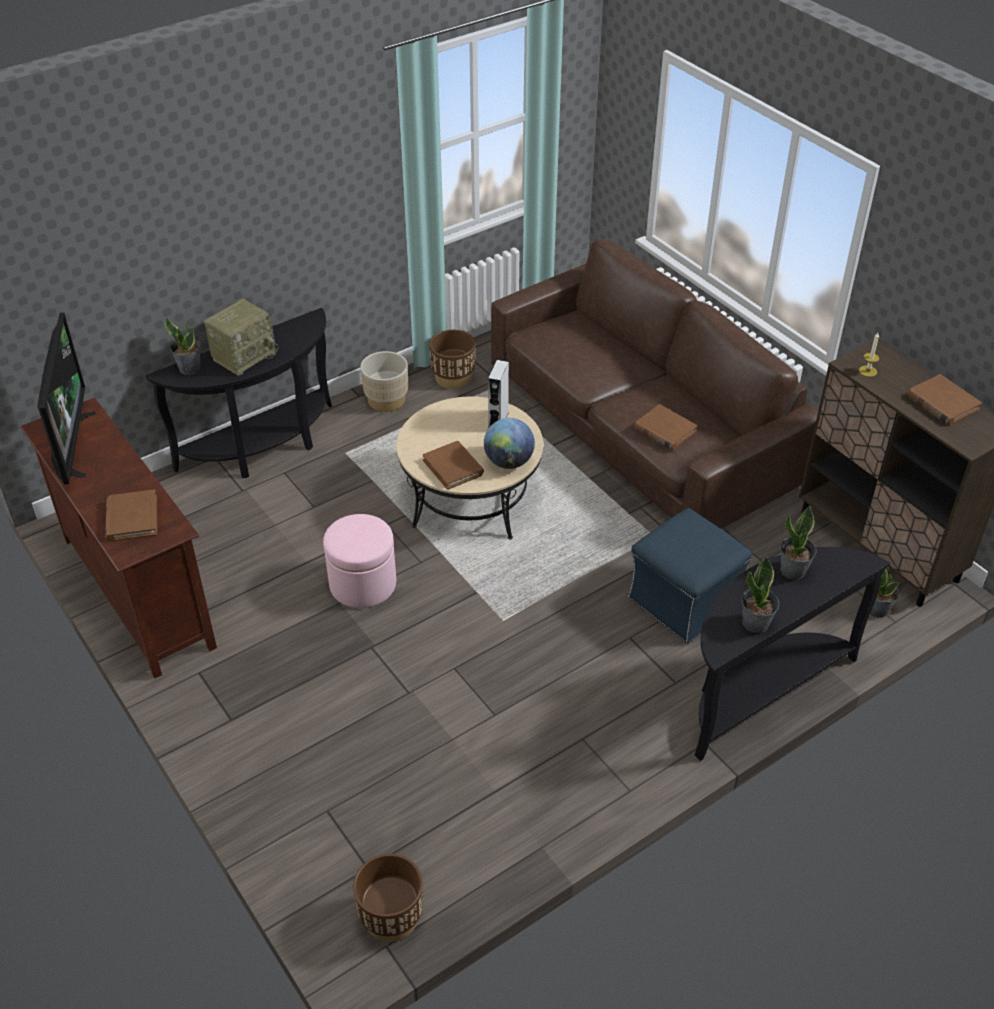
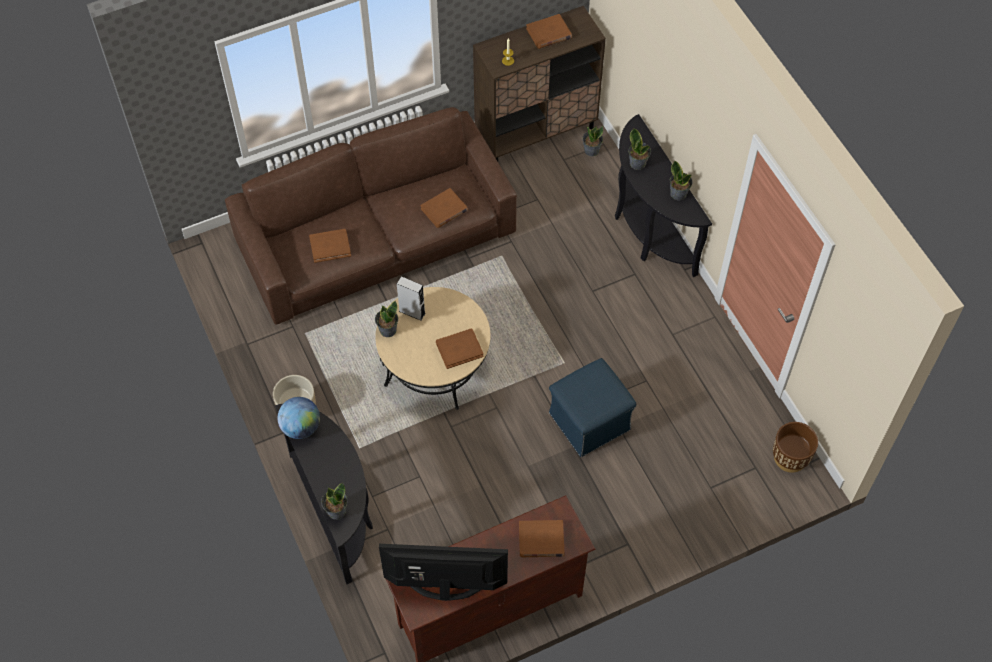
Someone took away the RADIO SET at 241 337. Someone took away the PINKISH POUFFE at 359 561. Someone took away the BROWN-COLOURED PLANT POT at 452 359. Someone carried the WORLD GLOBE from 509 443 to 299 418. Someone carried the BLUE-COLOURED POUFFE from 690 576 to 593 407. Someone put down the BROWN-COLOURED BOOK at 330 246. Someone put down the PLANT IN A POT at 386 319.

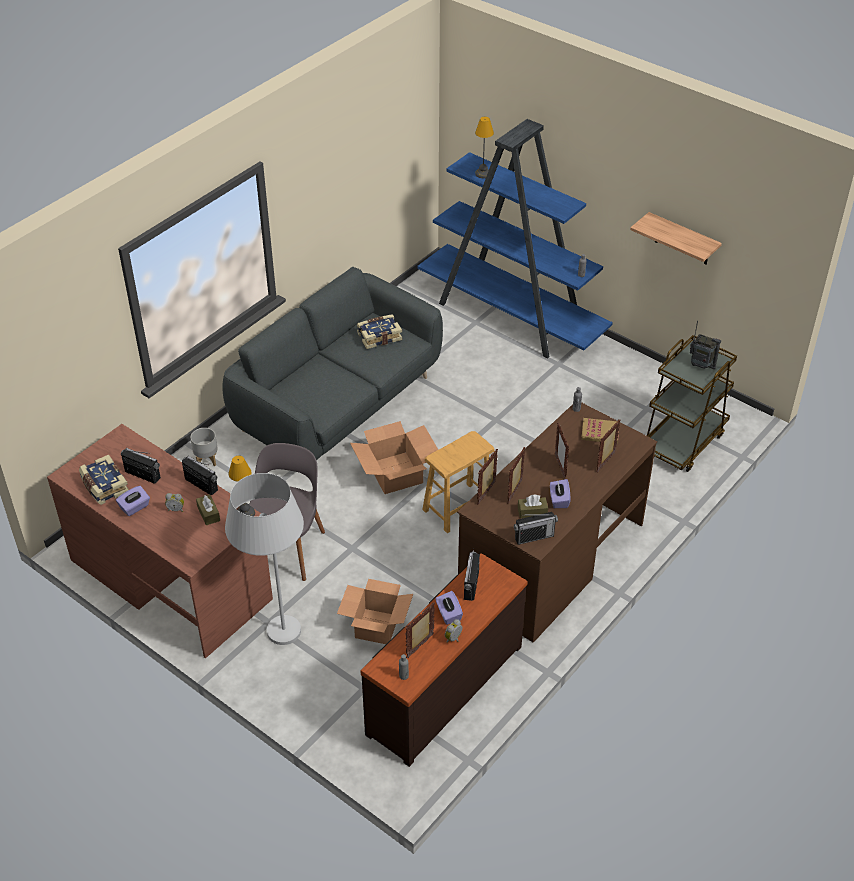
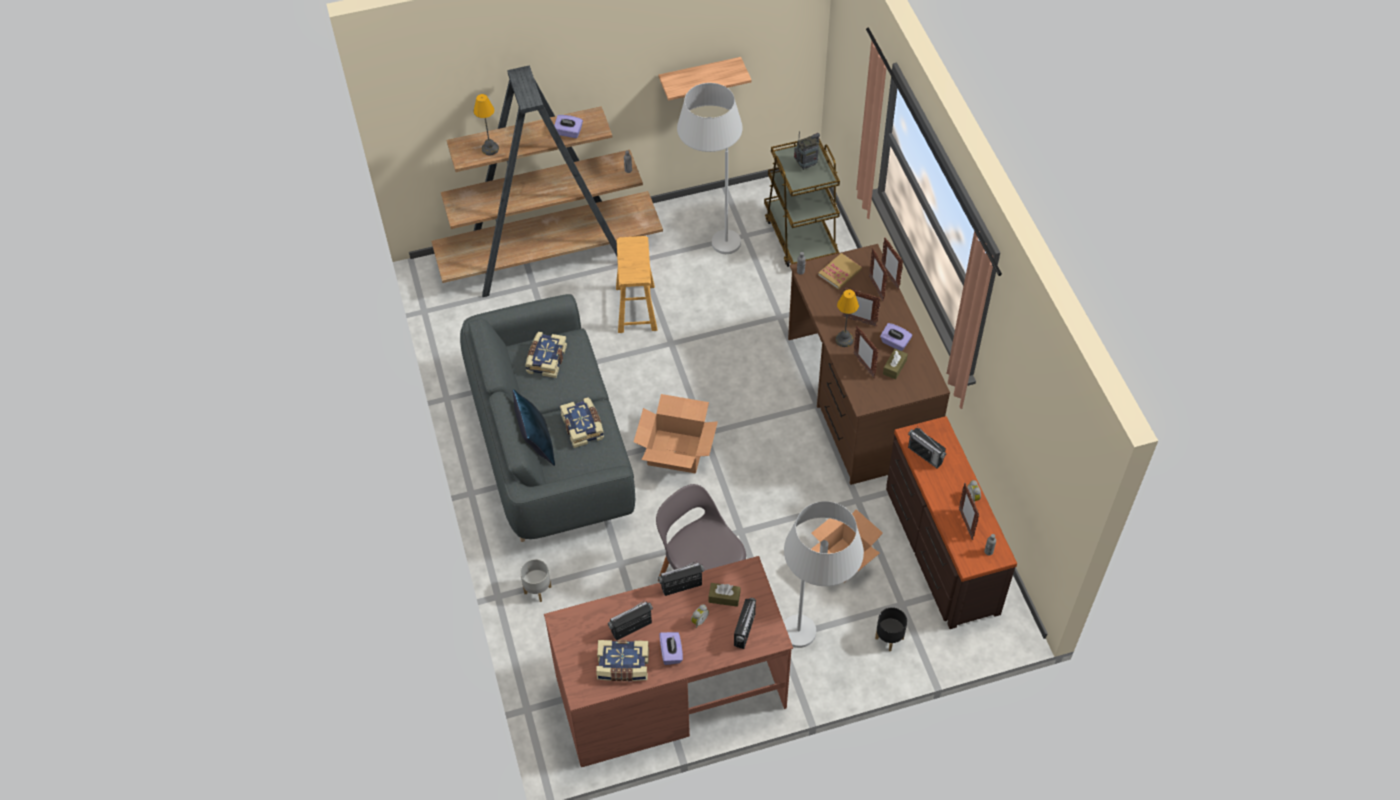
Someone carried the LAMP FOR A TABLE from 241 485 to 847 318. Someone repainted the BLUE-COLOURED BOOKSHELF at 515 238, which became the BROWN-COLOURED BOOKSHELF at 547 181. Someone carried the BROWN-COLOURED STOOL SEAT from 458 482 to 636 284. Someone carried the PURPLE-COLOURED BOX OF TISSUES from 449 608 to 568 126. Someone carried the STANDING FRAME from 487 476 to 892 264. Someone carried the RADIO SET from 536 528 to 745 623. Someone put down the BLUE-COLOURED CUSHION at 534 427. Someone put down the BOOK at 582 422. Someone put down the WHITISH FLOOR LAMP at 709 168. Someone put down the BLACK PLANT POT at 891 629.

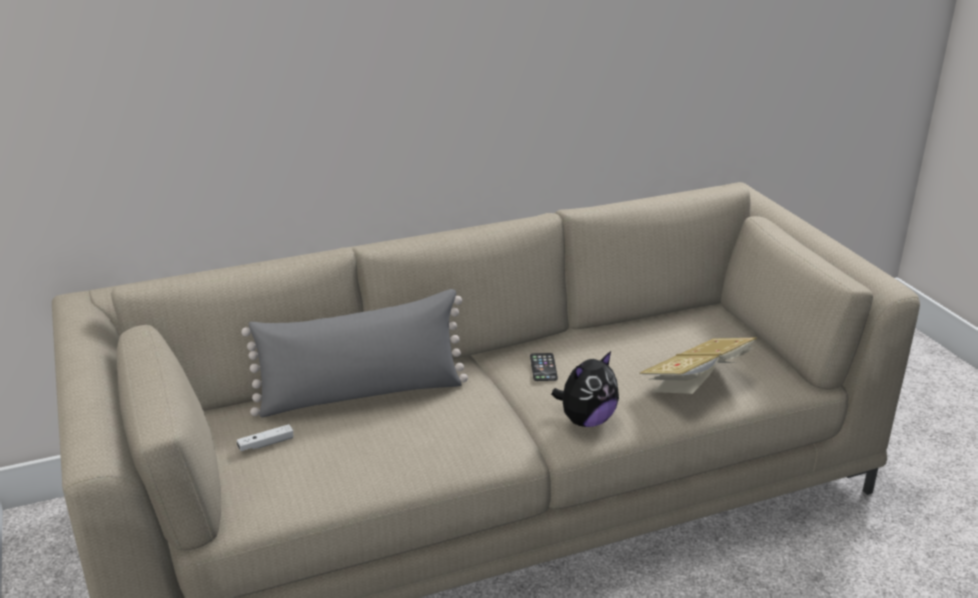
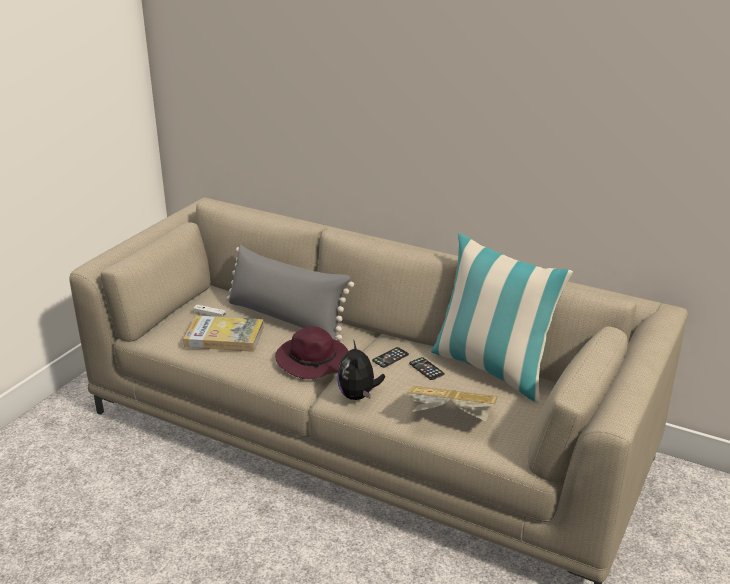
Someone rotated the CUDDLY TOY at 585 389 by 75 degrees clockwise. Someone put down the BOOK at 223 333. Someone put down the PURPLE-COLOURED HAT at 311 353. Someone put down the TELEPHONE at 426 368. Someone put down the CUSHION at 502 318.

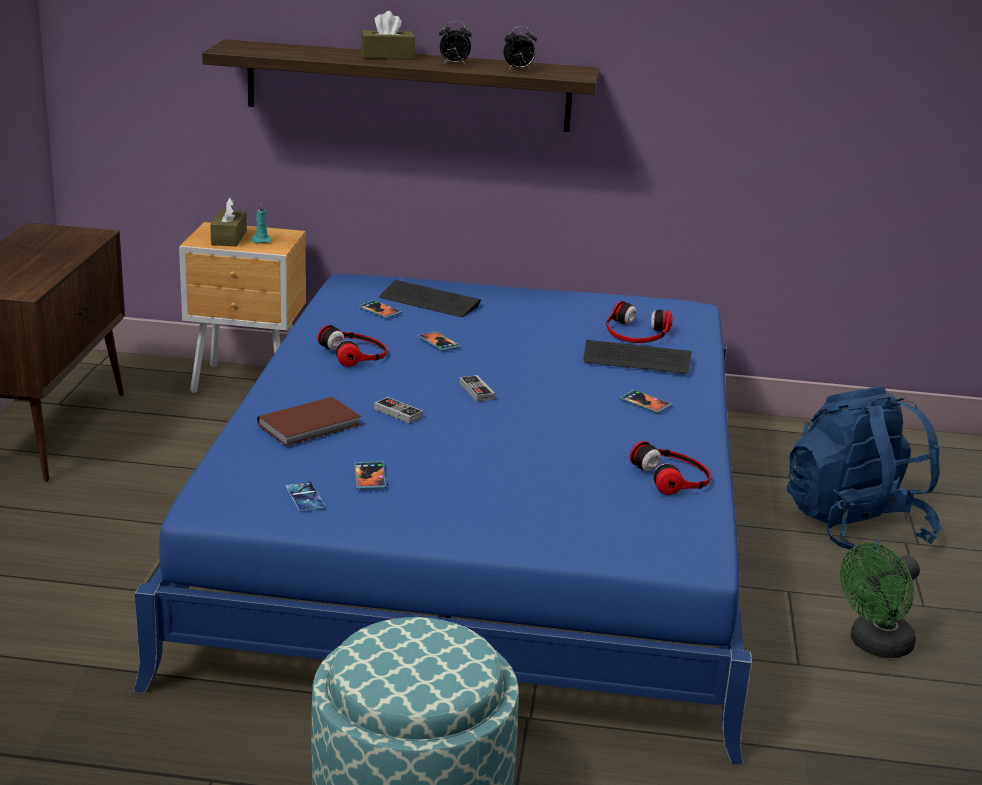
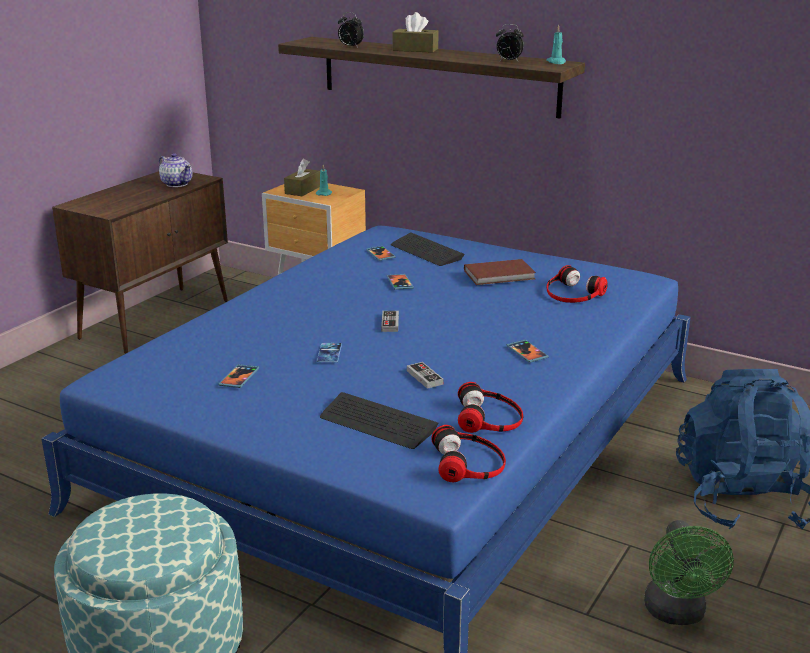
Someone carried the BROWN-COLOURED BOOK from 309 421 to 500 272. Someone carried the TELEPHONE from 305 497 to 329 352. Someone carried the PAIR OF HEADPHONES from 352 346 to 468 453. Someone carried the GAMEPAD from 398 410 to 425 375. Someone carried the ALARM CLOCK from 455 43 to 351 29. Someone carried the COMPUTER KEYBOARD from 637 357 to 379 420. Someone rotated the GREENISH ELECTRIC FAN at 880 600 by 75 degrees counterclockwise. Someone put down the TEA POT at 175 170. Someone put down the TURQUOISE CANDLE at 556 44.

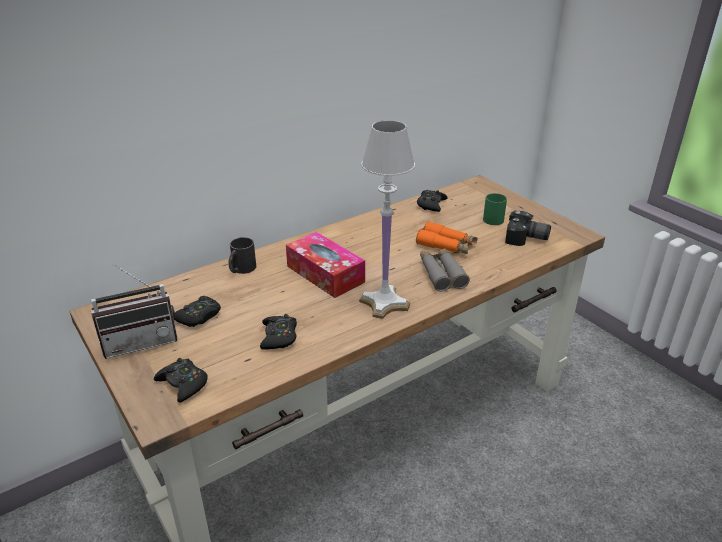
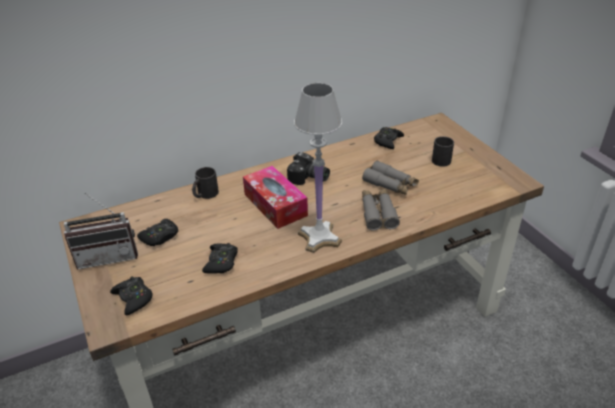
Someone repainted the ORANGE PAIR OF BINOCULARS at 446 237, which became the GREYISH PAIR OF BINOCULARS at 390 177. Someone repainted the GREENISH TEA MUG at 495 209, which became the BLACK TEA MUG at 443 151. Someone carried the PHOTO CAMERA from 528 228 to 308 168.

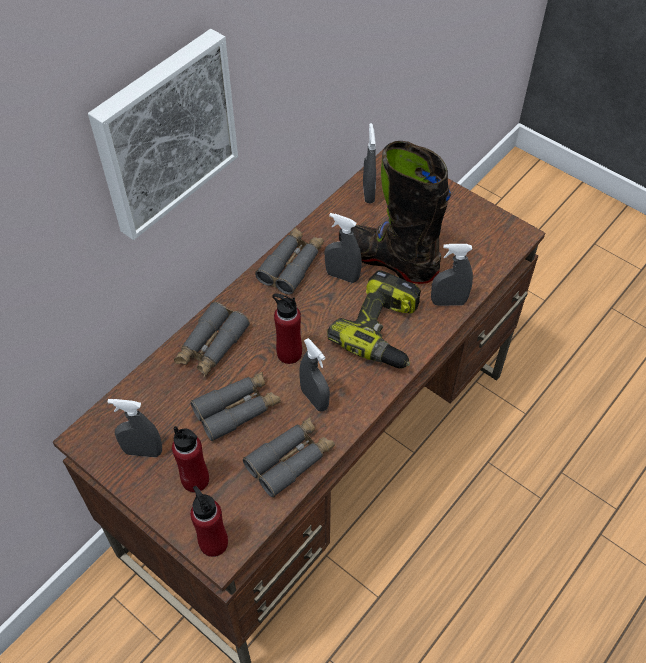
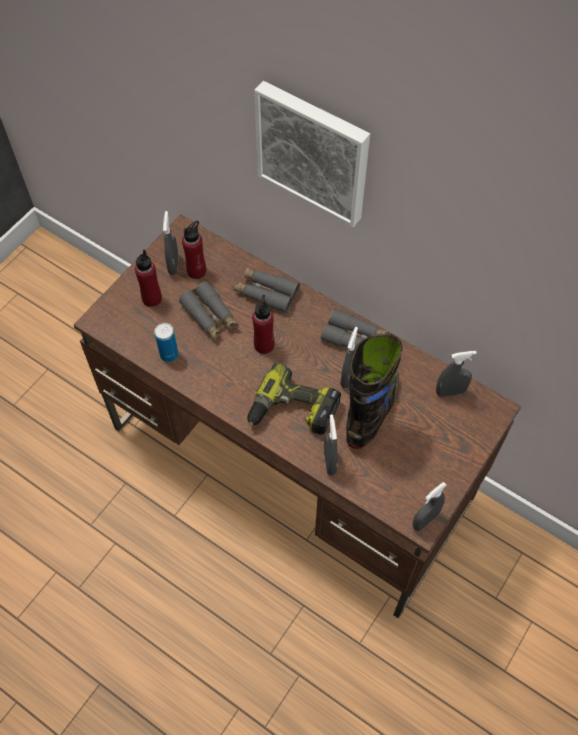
Someone carried the RED BEVERAGE BOTTLE from 209 521 to 194 250. Someone swapped the GREYISH PAIR OF BINOCULARS at 289 457 for the SEALED CAN at 166 342. Someone carried the GREYISH HAND SPRAYER from 314 375 to 429 506.

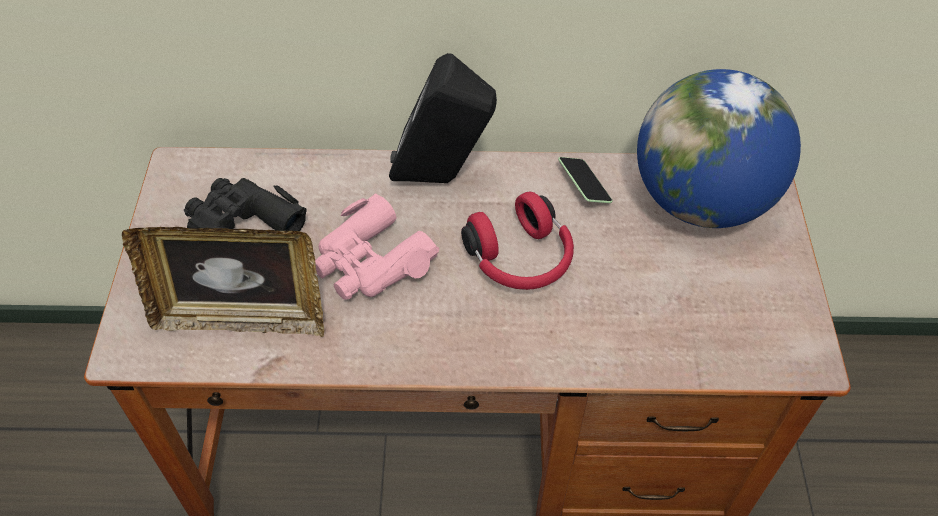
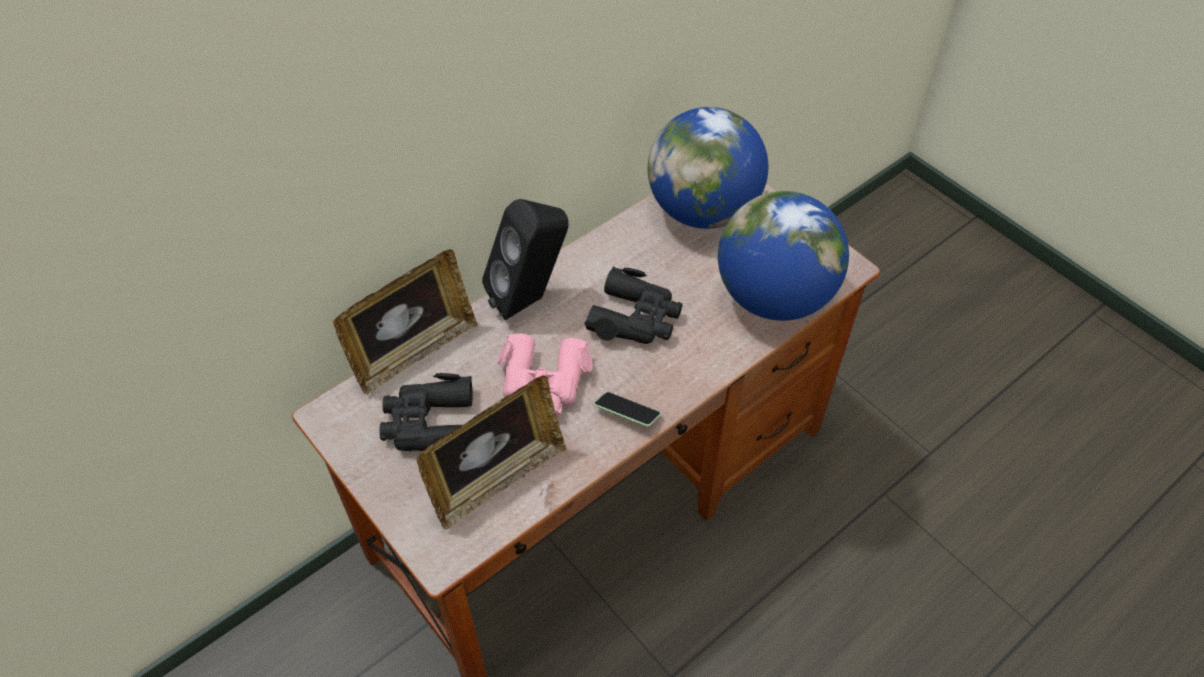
Someone swapped the RED PAIR OF HEADPHONES at 517 240 for the BLACK PAIR OF BINOCULARS at 633 305. Someone carried the TELEPHONE from 585 180 to 627 409. Someone put down the STANDING FRAME at 405 321. Someone put down the WORLD GLOBE at 783 256.

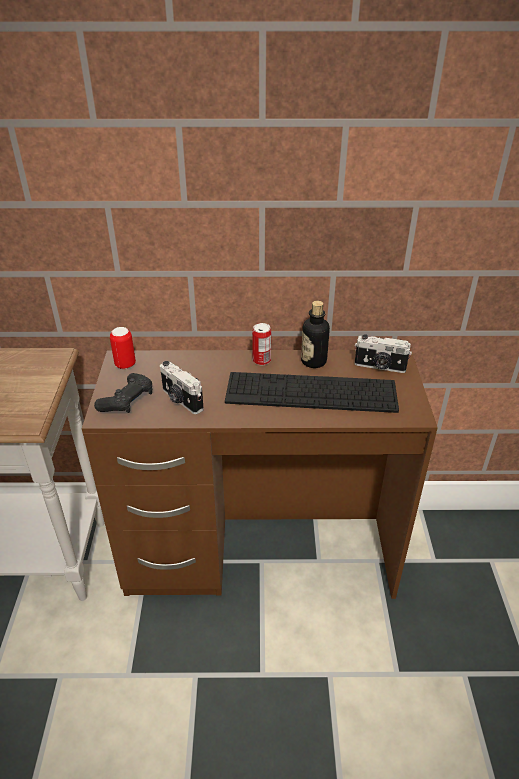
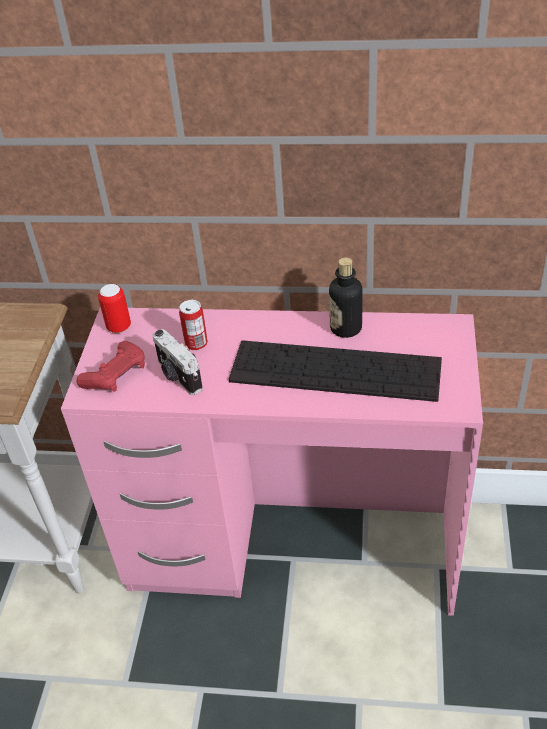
Someone repainted the BROWN-COLOURED DESK UNIT at 260 474, which became the PINKISH DESK UNIT at 272 461. Someone repainted the BLACK GAMEPAD at 123 393, which became the RED GAMEPAD at 110 366. Someone carried the SEALED CAN from 261 344 to 193 325. Someone took away the PHOTO CAMERA at 383 353.

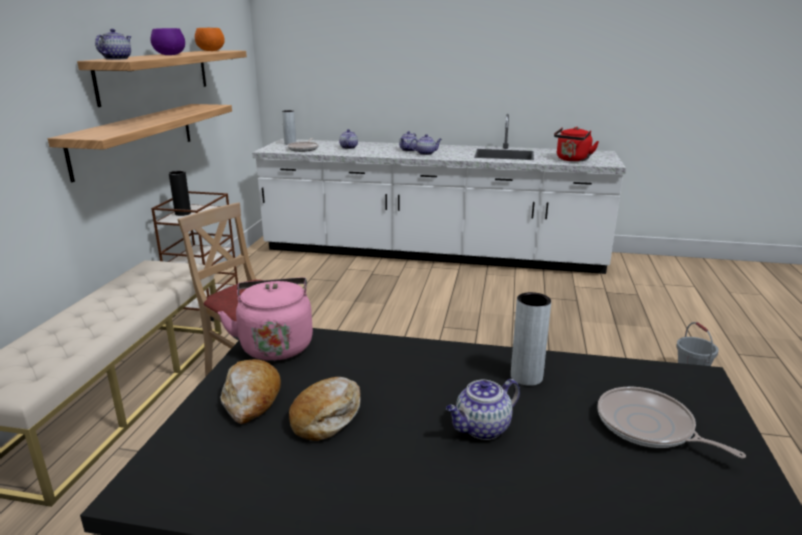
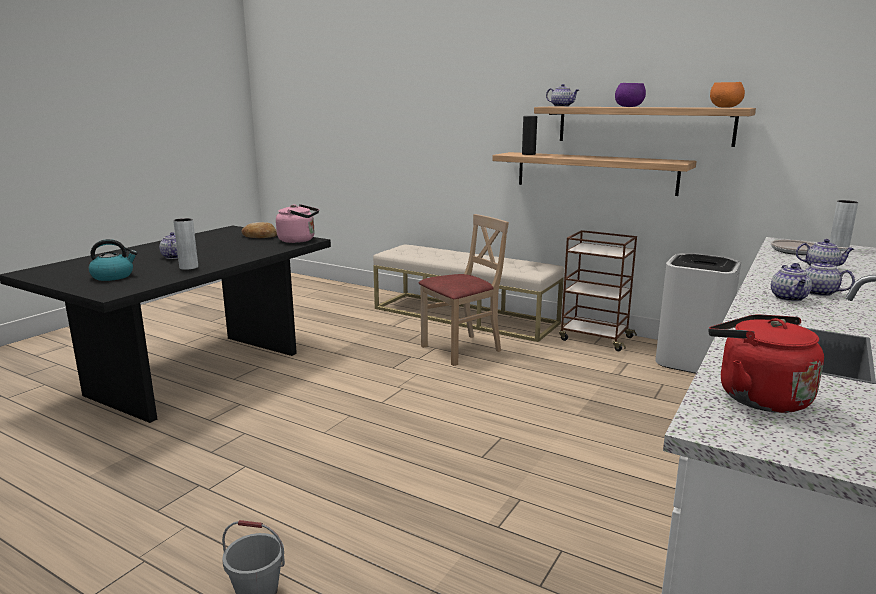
Someone carried the BLACK FLOWER VASE from 180 193 to 529 135. Someone took away the BREAD at 324 409. Someone swapped the SKILLET at 671 422 for the KETTLE at 113 260. Someone put down the WHITISH TRASH CAN at 698 313.

